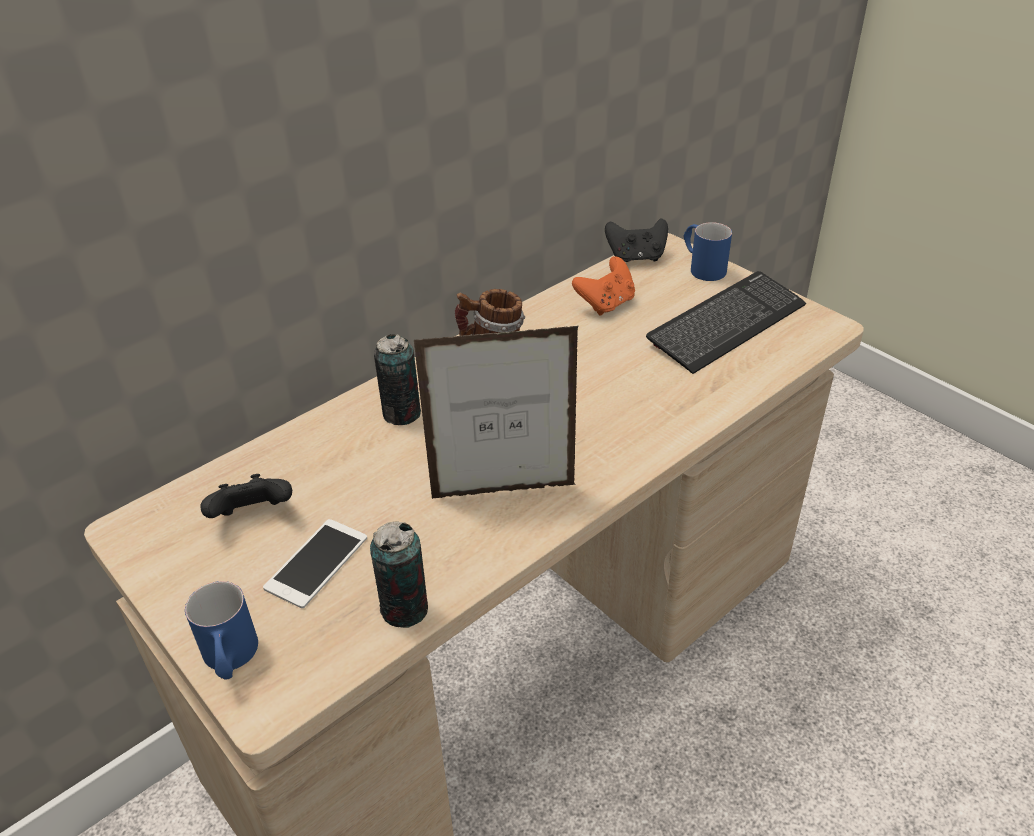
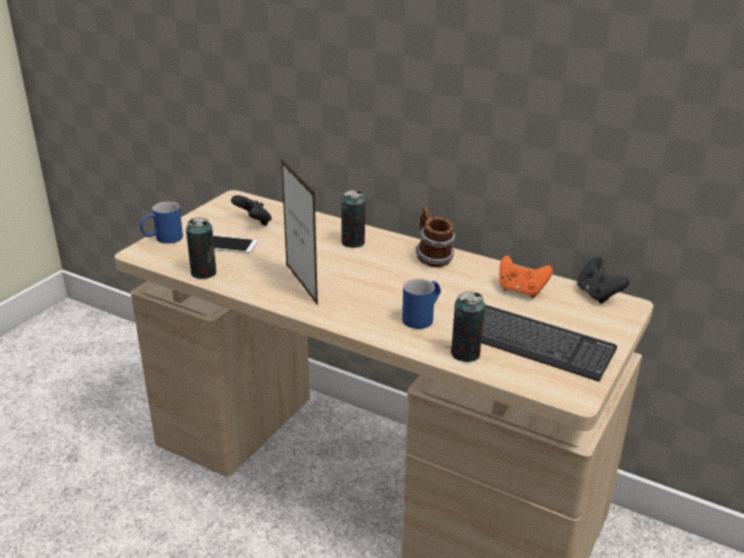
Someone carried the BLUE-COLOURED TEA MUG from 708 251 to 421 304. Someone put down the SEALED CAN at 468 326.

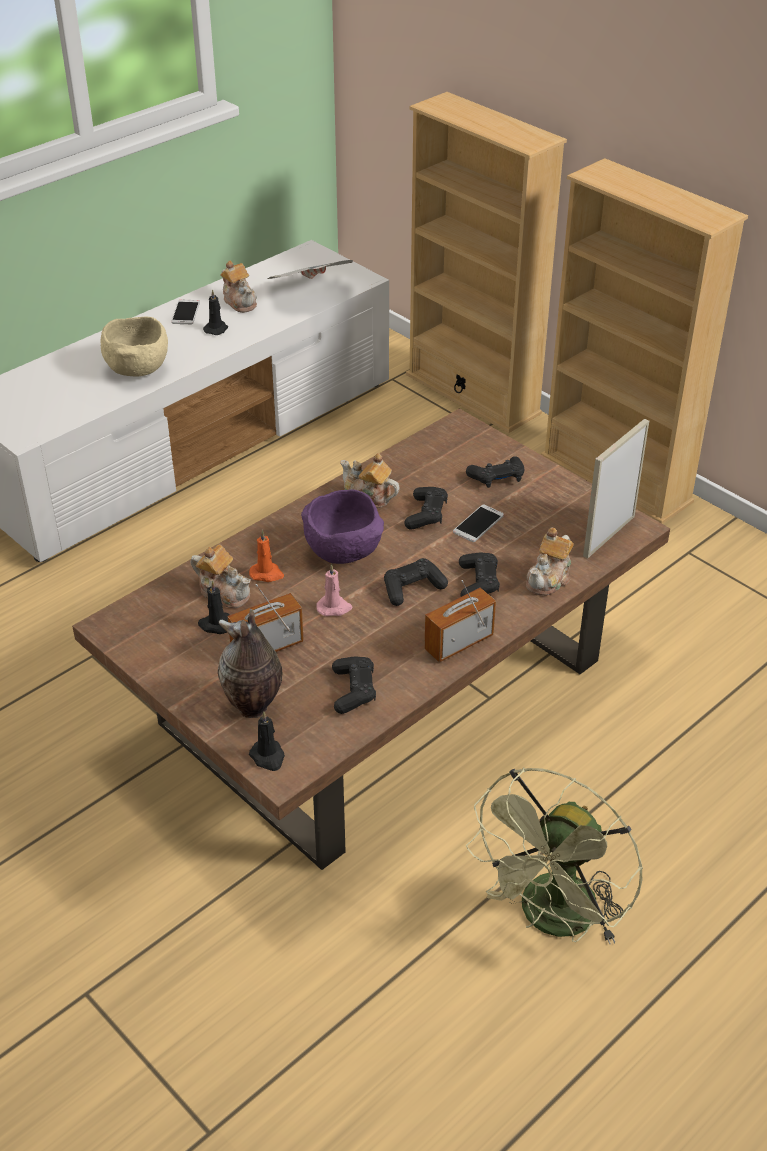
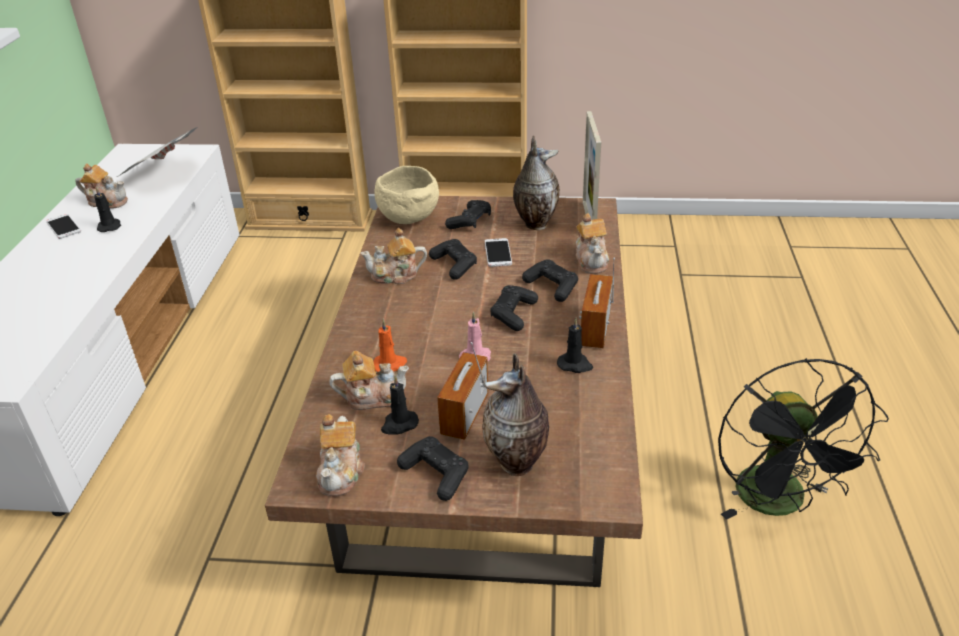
Someone carried the BEIGE SERVING BOWL from 134 346 to 406 195. Someone carried the BLACK CANDLE from 267 741 to 575 345. Someone took away the PURPLE-COLOURED SERVING BOWL at 342 527. Someone carried the BLACK GAMEPAD from 354 685 to 432 468. Someone repainted the GREENISH ELECTRIC FAN at 554 856, which became the BLACK ELECTRIC FAN at 803 439. Someone put down the TEA POT at 340 455. Someone put down the FLOWER VASE at 536 183.

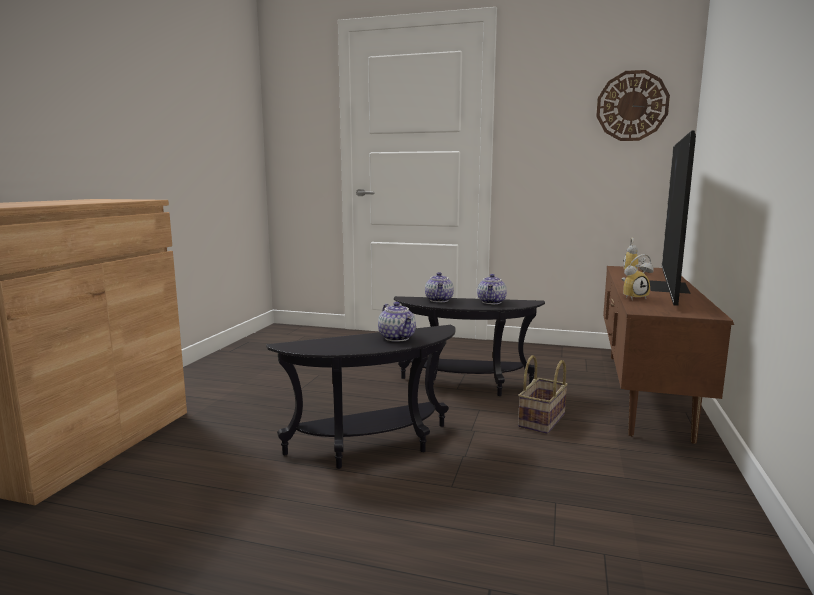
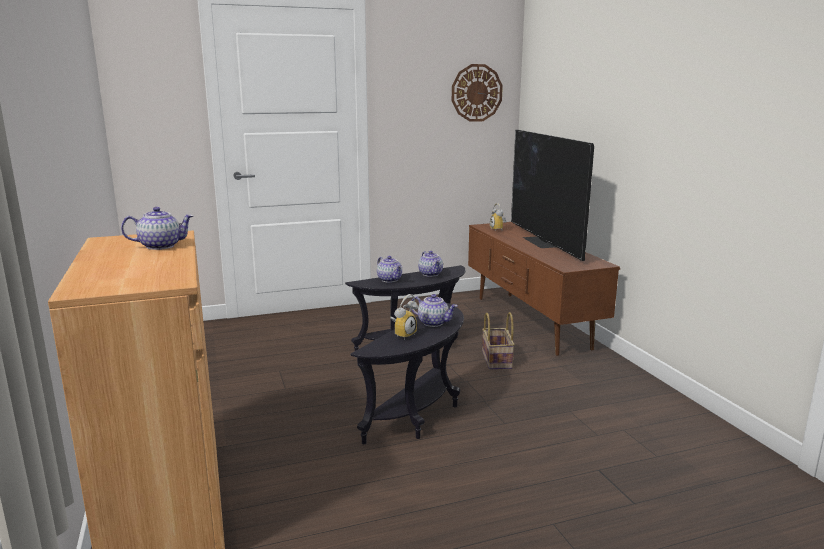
Someone carried the ALARM CLOCK from 638 276 to 404 317. Someone put down the TEA POT at 157 228.

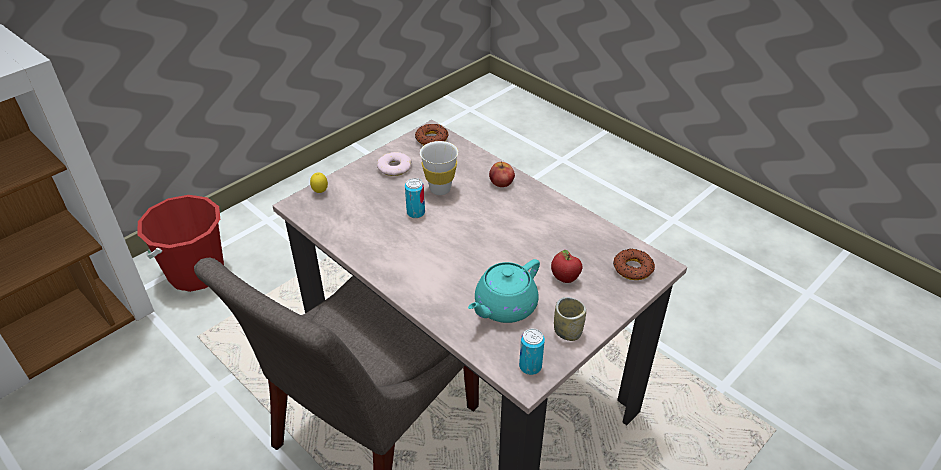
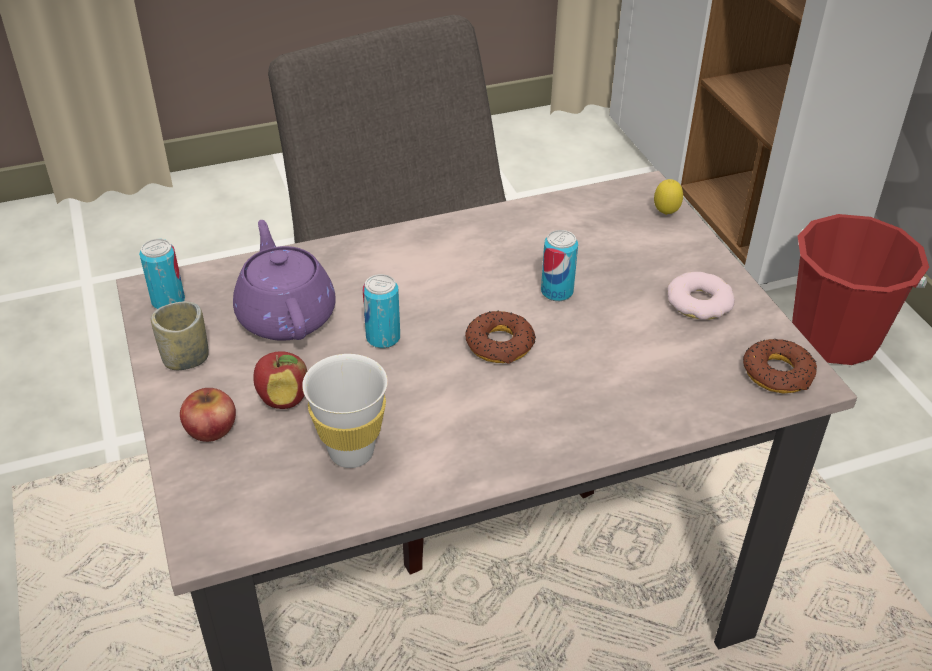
Someone carried the WHITISH DRINKING CUP from 439 168 to 345 411. Someone repainted the TURQUOISE TEA POT at 504 291, which became the PURPLE-COLOURED TEA POT at 284 280. Someone carried the WHOLE APPLE from 502 174 to 208 415. Someone carried the DOUGHNUT from 634 264 to 500 337. Someone put down the SEALED CAN at 381 311.

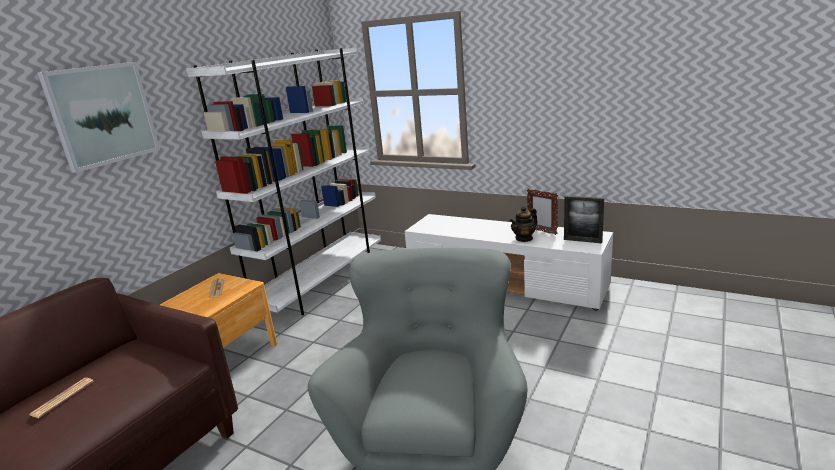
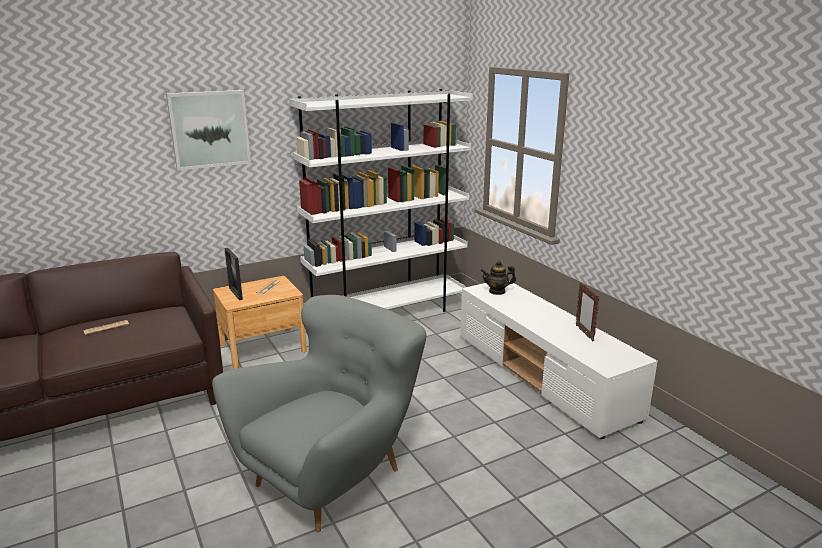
Someone carried the TEA POT from 524 224 to 498 278. Someone carried the STANDING FRAME from 584 219 to 234 274.

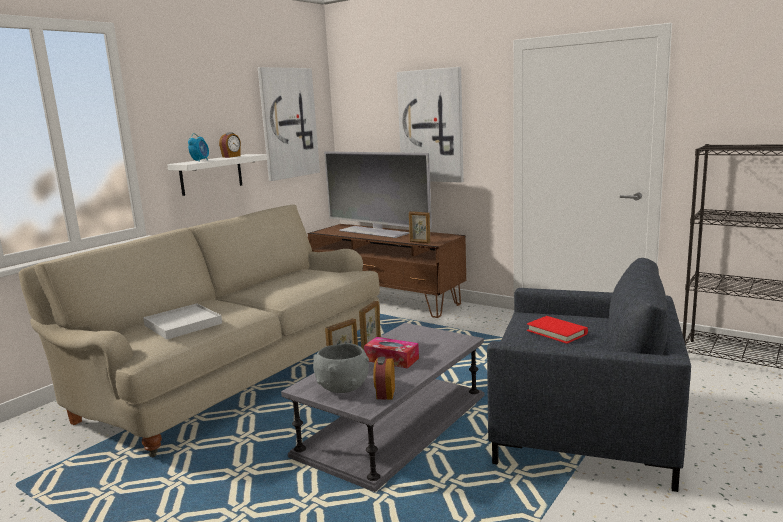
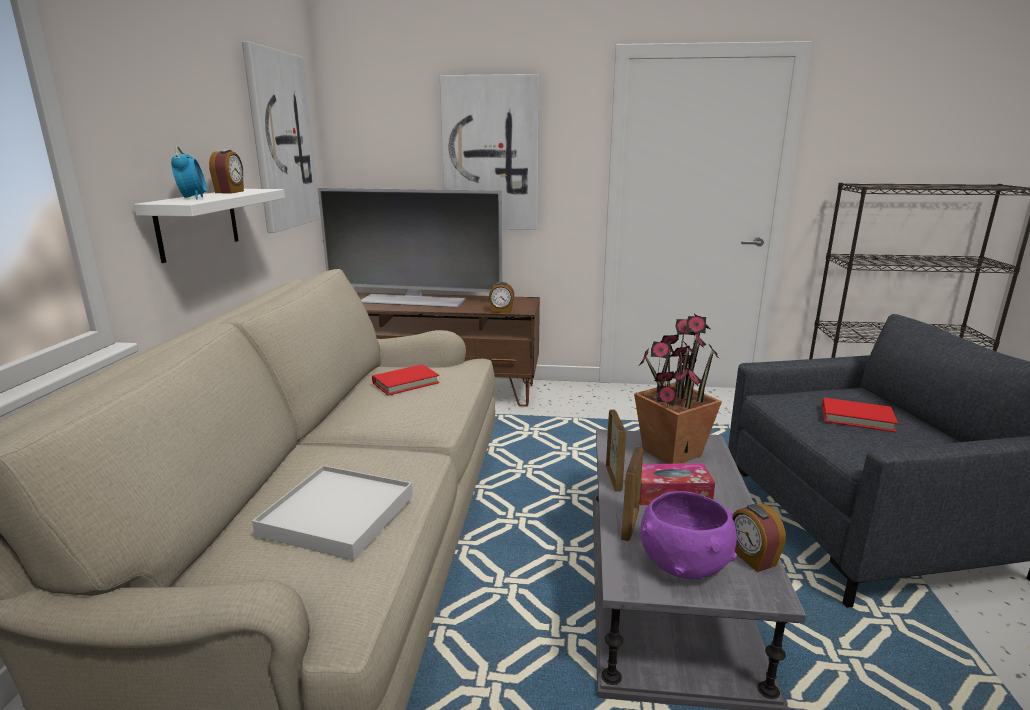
Someone repainted the GREYISH SERVING BOWL at 341 368, which became the PURPLE-COLOURED SERVING BOWL at 688 535. Someone swapped the STANDING FRAME at 419 227 for the ALARM CLOCK at 501 297. Someone put down the RED BOOK at 406 379. Someone put down the PLANT IN A POT at 678 389.

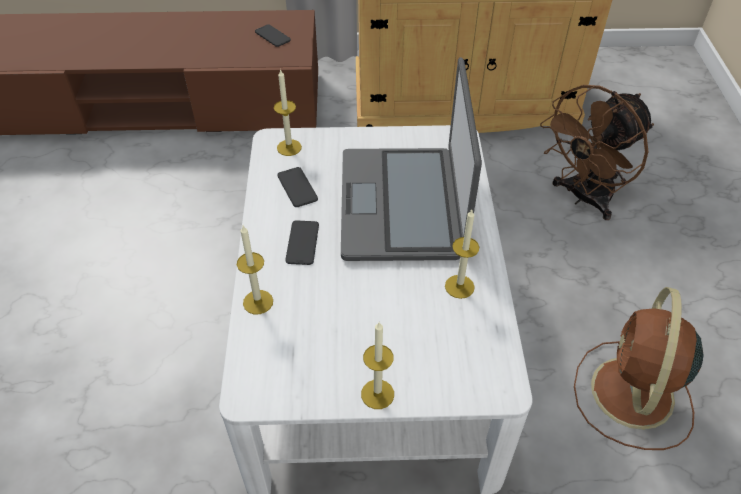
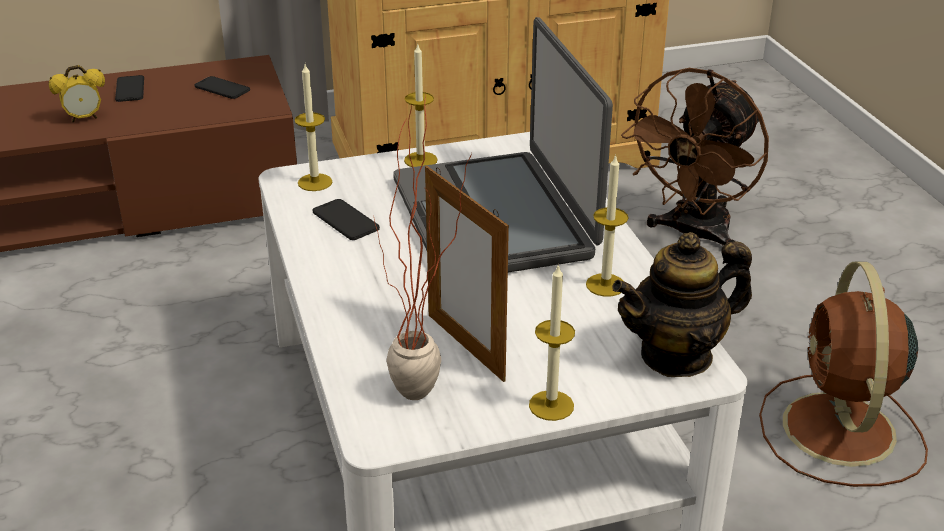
Someone carried the CANDLE from 255 270 to 421 106. Someone carried the TELEPHONE from 302 242 to 129 88. Someone put down the ALARM CLOCK at 77 93. Someone put down the PLANT IN A POT at 423 247. Someone put down the STANDING FRAME at 467 274. Someone put down the TEA POT at 682 304.

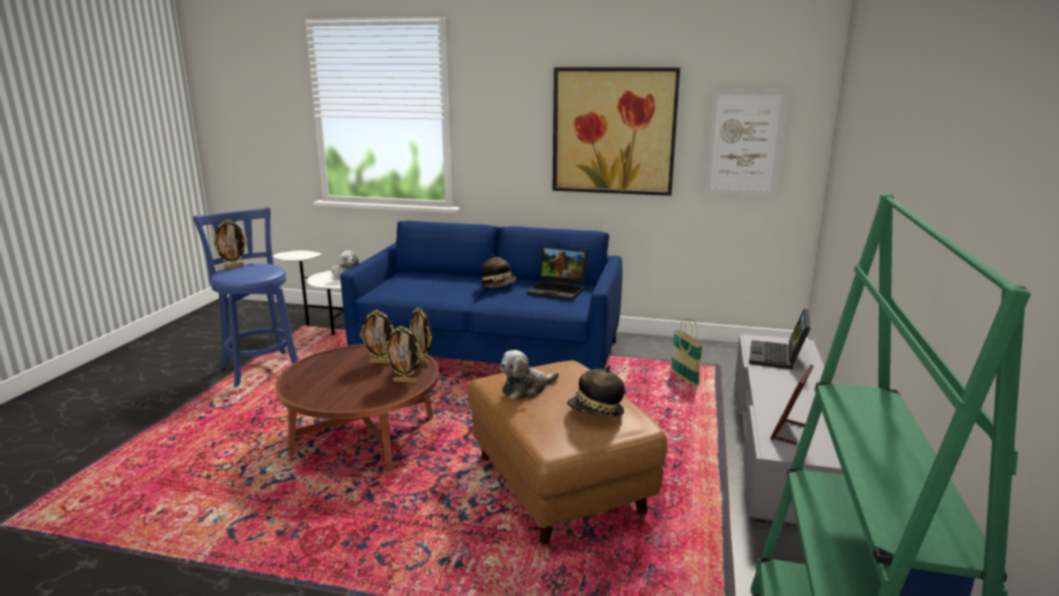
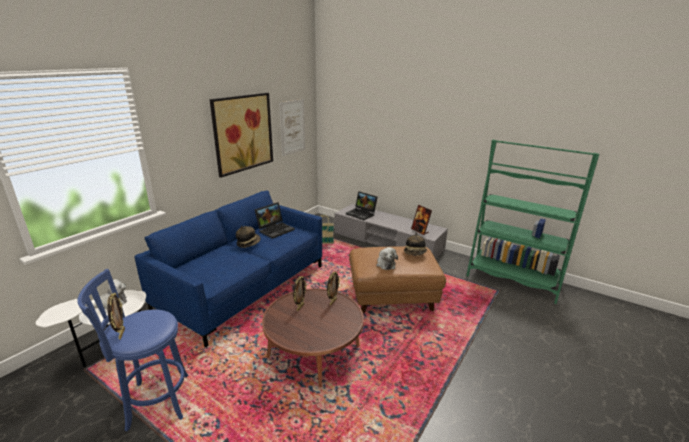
Someone took away the STANDING FRAME at 420 336.

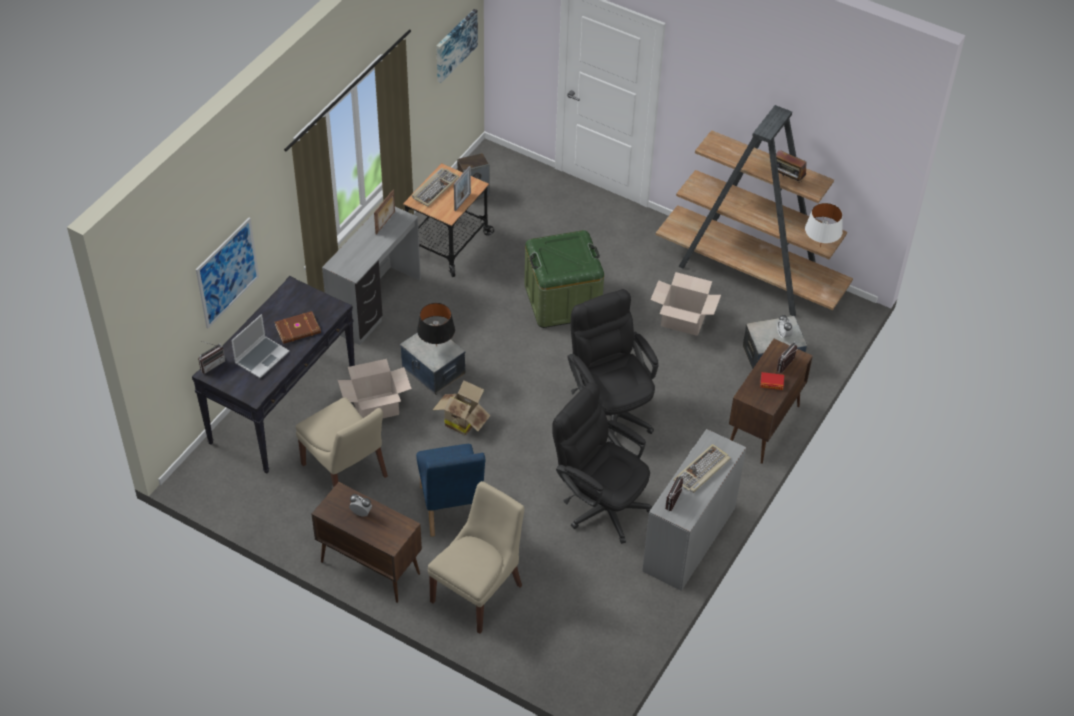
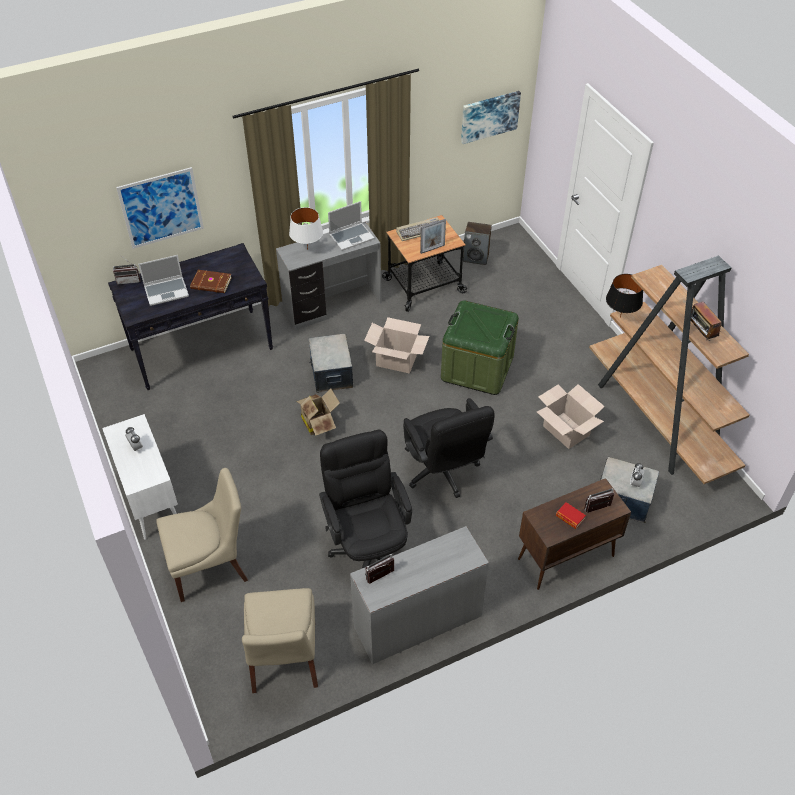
Someone carried the BEIGE CHAIR from 342 442 to 280 640. Someone repainted the BROWN-COLOURED CABINET at 367 542, which became the WHITISH CABINET at 140 477. Someone carried the CARTON from 375 389 to 397 345. Someone swapped the STANDING FRAME at 384 212 for the PORTABLE COMPUTER at 351 226. Someone took away the BLUE-COLOURED CHAIR at 450 490. Someone carried the BLACK LAMP FOR A TABLE from 436 325 to 624 296. Someone rotated the BLACK DESK CHAIR at 613 366 by 150 degrees clockwise. Someone took away the COMPUTER KEYBOARD at 702 468. Someone carried the WHITISH LAMP FOR A TABLE from 824 225 to 306 228.

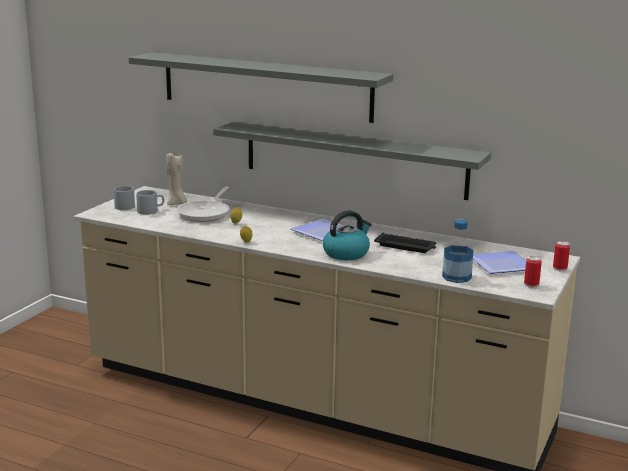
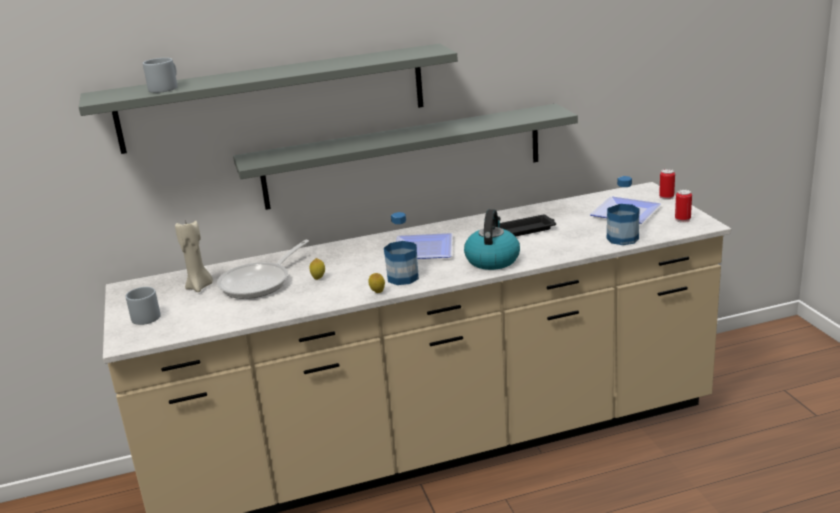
Someone carried the GREYISH TEA MUG from 150 202 to 160 75. Someone rotated the SKILLET at 203 204 by 60 degrees clockwise. Someone put down the BEVERAGE BOTTLE at 401 248.

